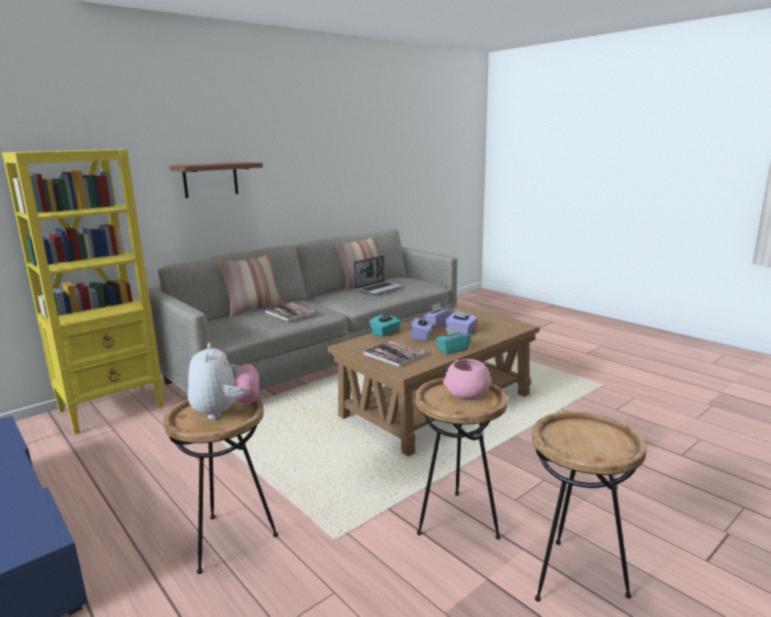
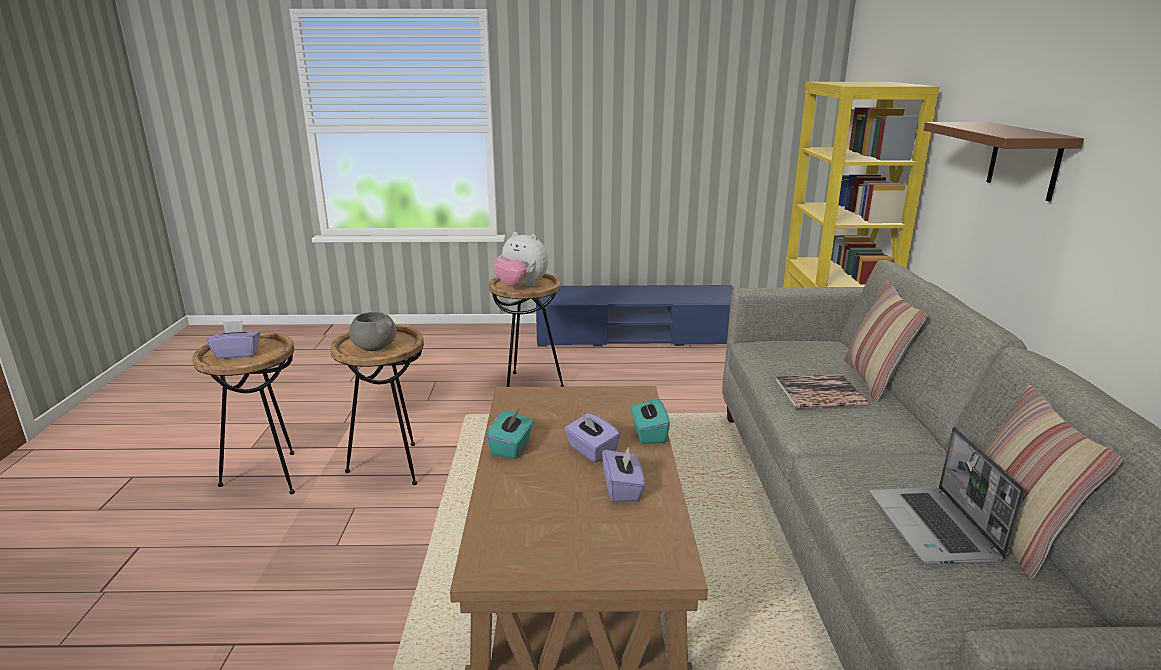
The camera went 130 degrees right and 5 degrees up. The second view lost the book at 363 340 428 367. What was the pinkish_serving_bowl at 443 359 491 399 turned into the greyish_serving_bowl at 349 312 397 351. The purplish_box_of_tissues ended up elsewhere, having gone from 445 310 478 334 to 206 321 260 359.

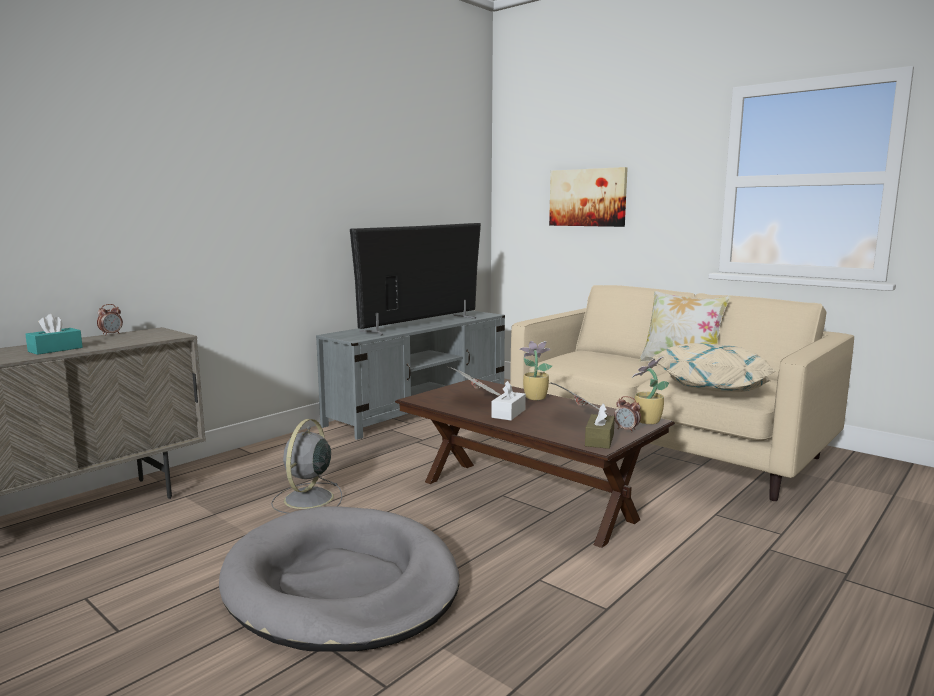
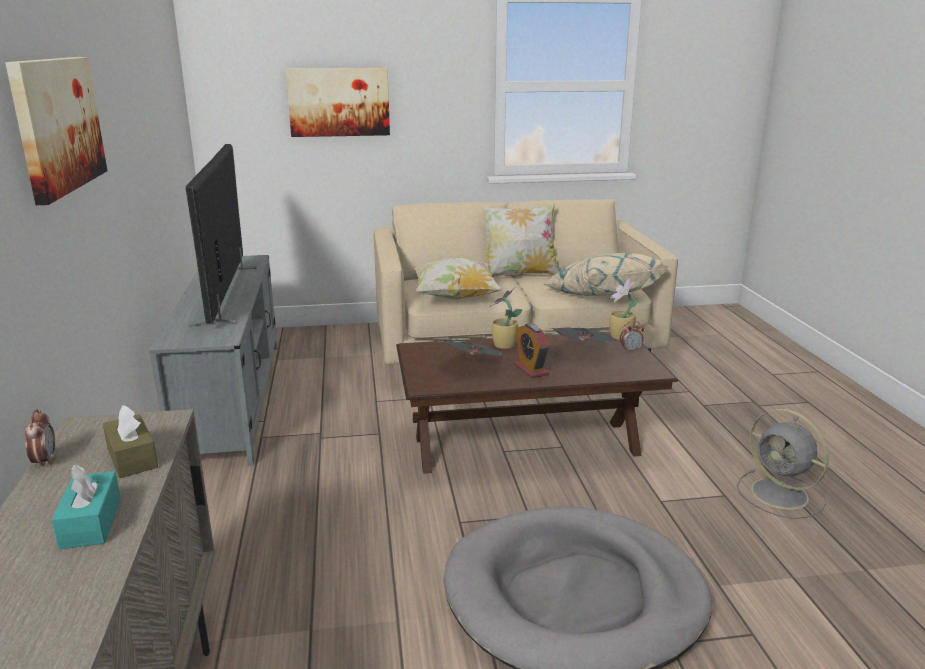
The camera went 50 degrees left and 10 degrees up. The greyish_fan ended up elsewhere, having gone from 271 419 342 514 to 737 409 829 519. Where the white-coloured_box_of_tissues stood at 491 381 526 421, the bedside_clock came to stand at 514 323 550 378. The brown_box_of_tissues ended up elsewhere, having gone from 585 403 615 449 to 103 405 158 478. The second view gained the wall_picture at 5 57 107 205. The second view gained the throw_pillow at 414 258 502 300.

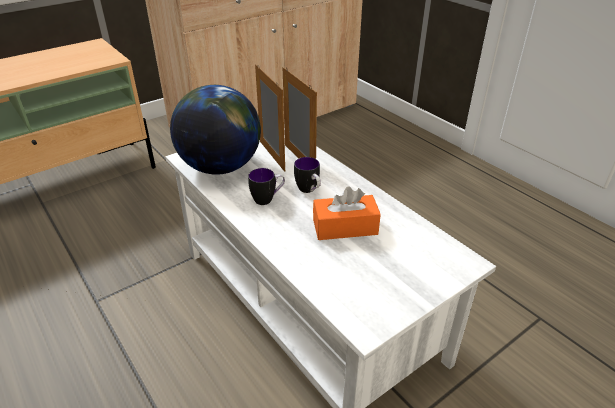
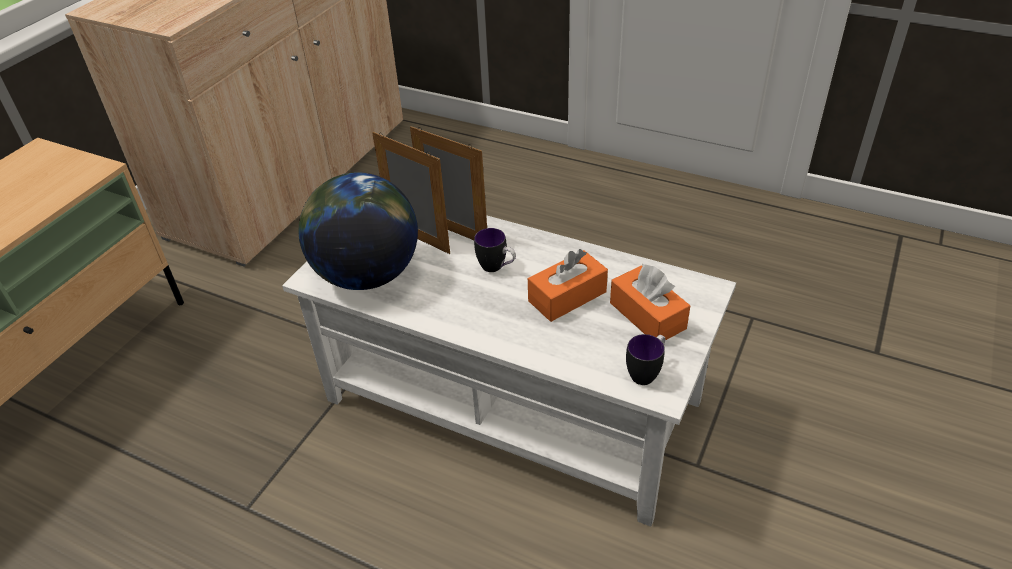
The camera went 25 degrees left and 5 degrees up. The tea_mug ended up elsewhere, having gone from 248 168 285 205 to 626 334 666 385. The second view gained the orange_box_of_tissues at 610 264 690 341.

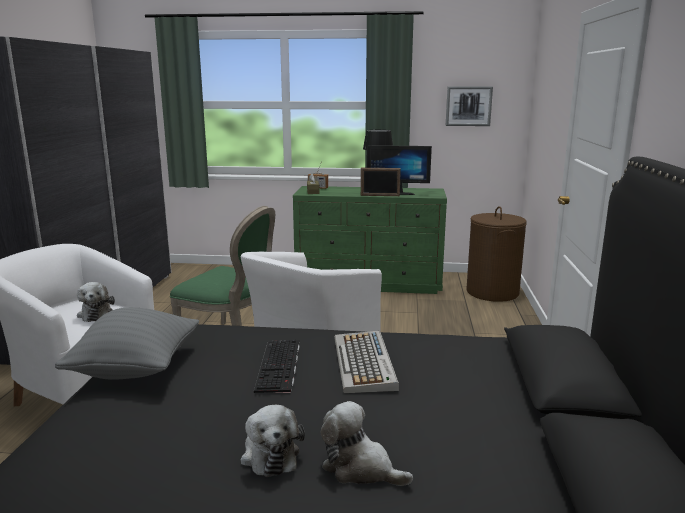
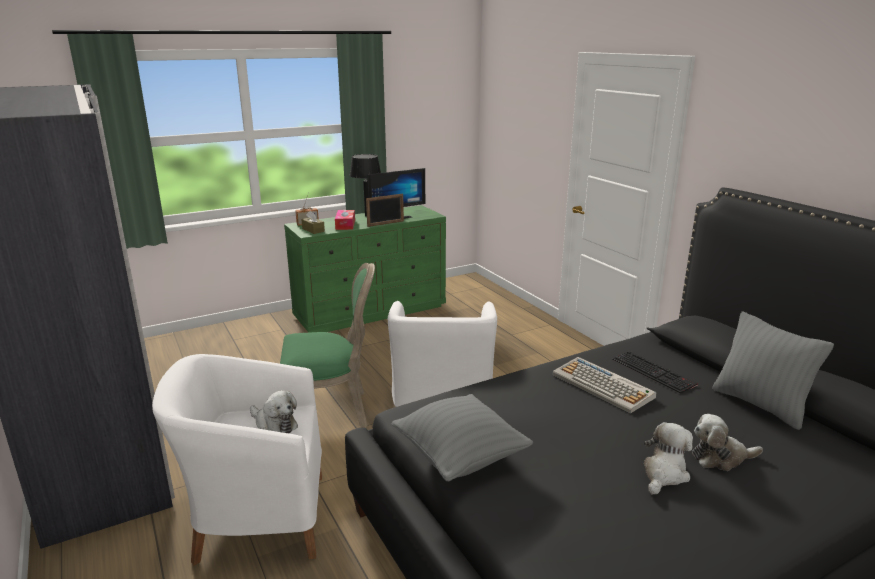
The camera went 35 degrees left and 5 degrees up. The plush_toy at 240 405 305 477 ended up facing another way, 90 degrees counterclockwise from before. The keyboard ended up elsewhere, having gone from 254 340 300 393 to 612 351 698 394. The second view lost the wall_picture at 446 86 493 126. The second view lost the brown_hamper at 466 206 527 302. The second view gained the box_of_tissues at 335 210 355 230. The second view gained the greyish_throw_pillow at 712 311 834 430.

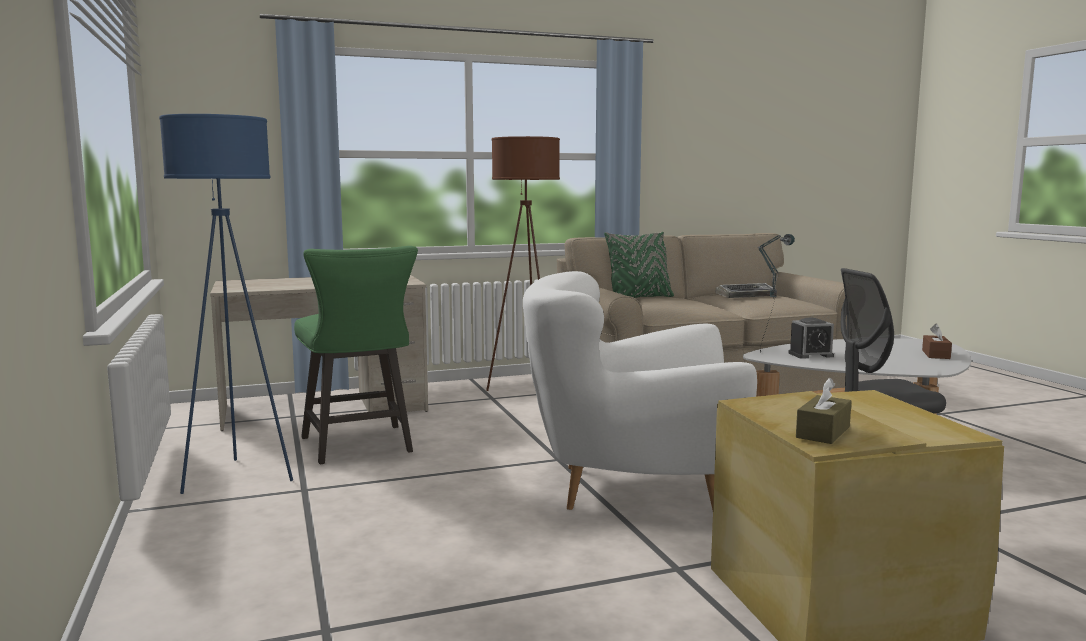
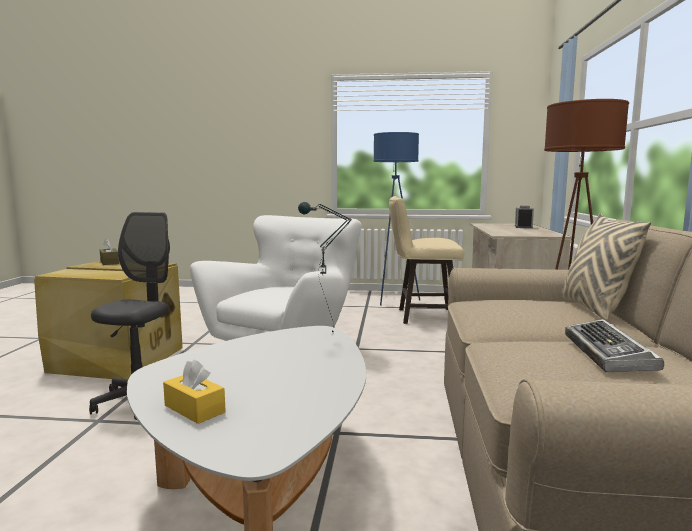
The camera went 115 degrees right and 0 degrees up. What was the green_stool_seat at 294 246 418 464 turned into the sand-coloured_stool_seat at 389 196 464 324. What was the green_throw_pillow at 604 232 674 298 turned into the sand-coloured_throw_pillow at 562 213 651 321. The bedside_clock ended up elsewhere, having gone from 788 317 834 359 to 515 206 534 228. What was the brown_box_of_tissues at 922 323 952 359 turned into the yellow_box_of_tissues at 163 359 226 424.

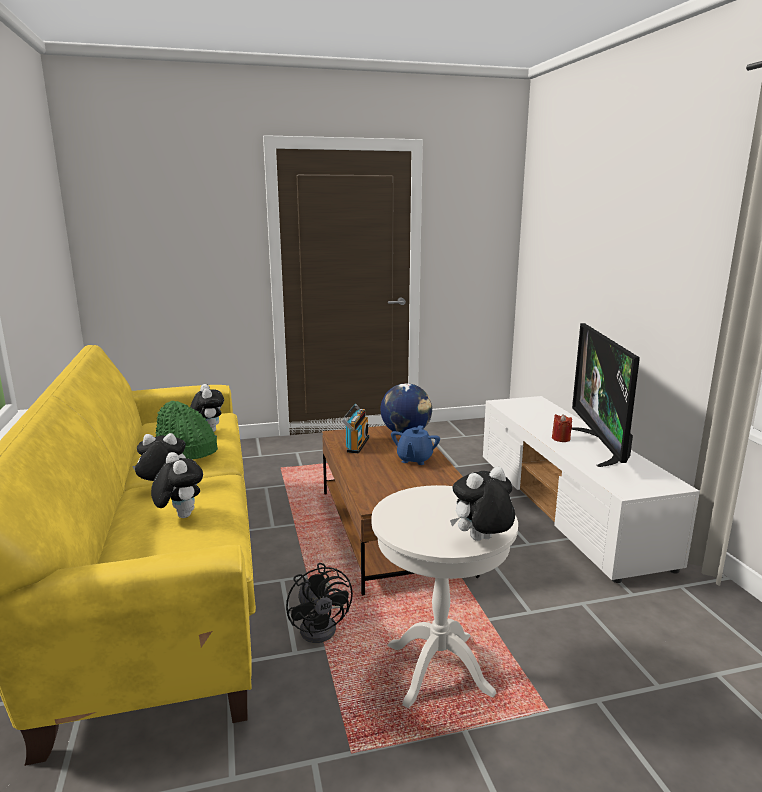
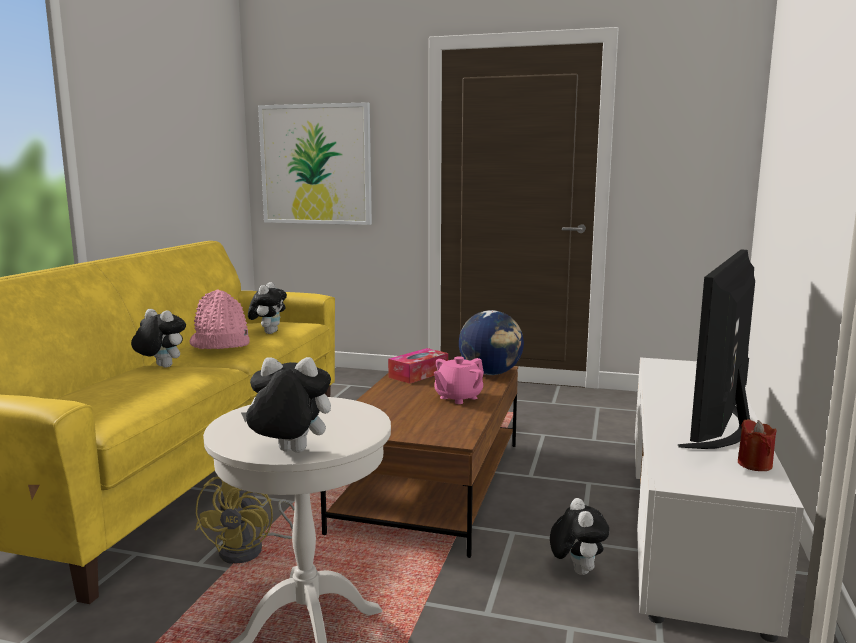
The camera went 30 degrees right and 5 degrees down. The plush_toy ended up elsewhere, having gone from 151 452 203 518 to 550 498 610 575. What was the green_clothing_hat at 156 401 218 460 turned into the pinkish_clothing_hat at 190 289 250 349. What was the black-coloured_fan at 286 563 353 643 turned into the yellow_fan at 195 476 294 564. Where the radio_receiver stood at 341 404 369 453, the box_of_tissues came to stand at 388 348 448 384. What was the blue-coloured_pot_for_tea at 391 425 440 465 turned into the pinkish_pot_for_tea at 434 356 484 404. The red_wax_candle ended up elsewhere, having gone from 552 414 572 442 to 738 419 776 471. The second view gained the wall_picture at 258 102 372 225.

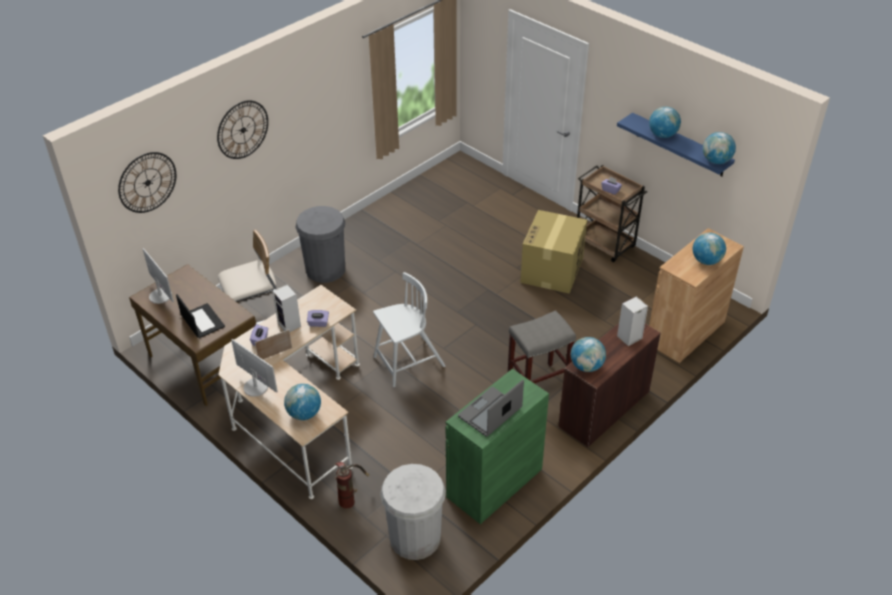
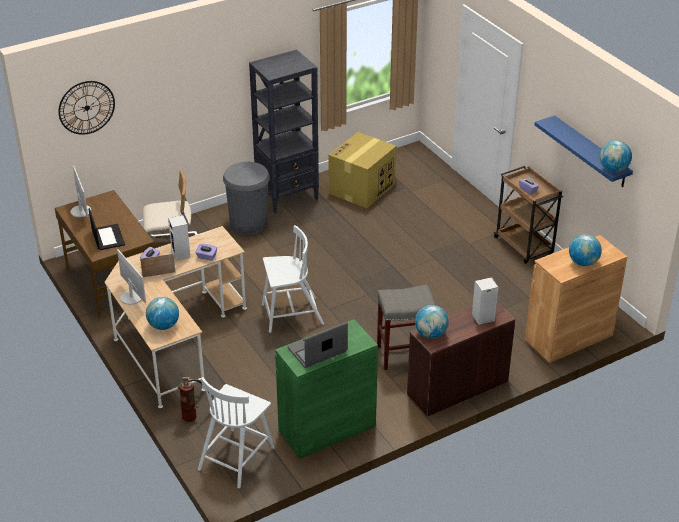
The camera went 15 degrees right and 5 degrees down. The second view lost the wall_clock at 217 100 268 159. Where the white-coloured_waste_bin stood at 380 464 446 560, the white-coloured_upright_chair came to stand at 198 377 275 488. The cardboard_box ended up elsewhere, having gone from 520 210 587 294 to 328 132 396 208. The second view lost the desk_globe at 649 107 681 138. The second view gained the black-coloured_bookcase at 249 50 319 214.

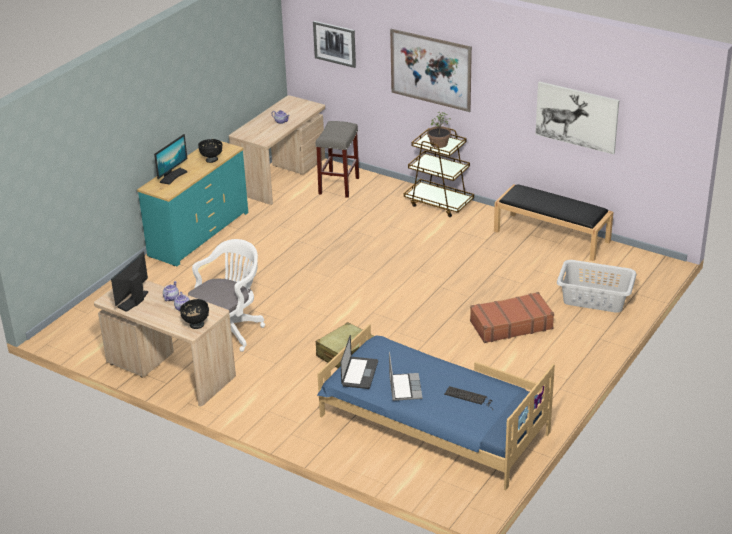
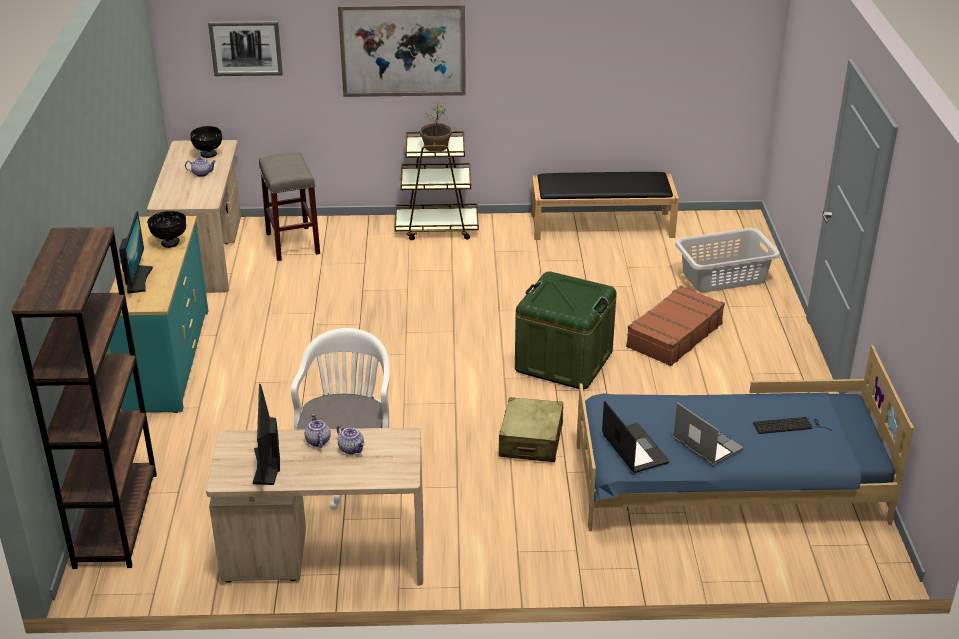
The camera went 35 degrees left and 0 degrees up. The black-coloured_serving_bowl ended up elsewhere, having gone from 180 299 209 329 to 190 126 222 158. The second view lost the wall_picture at 535 81 619 154. The second view gained the brown_bookcase at 11 227 157 569. The second view gained the green_storage_bin at 515 271 617 390.

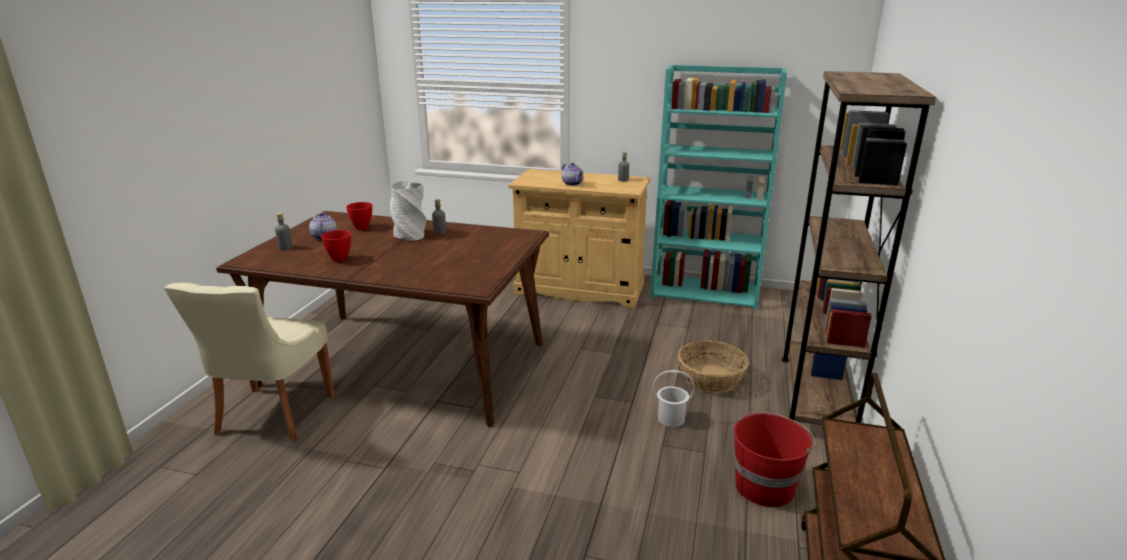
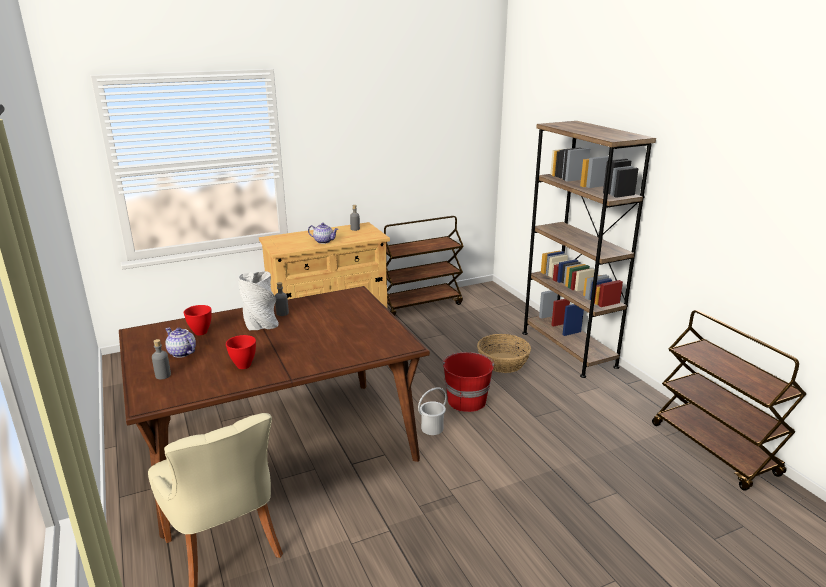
The camera went 40 degrees left and 0 degrees up. Where the turquoise-coloured_bookcase stood at 650 65 787 310, the brown_trolley came to stand at 384 216 464 316. The white-coloured_pail ended up elsewhere, having gone from 653 370 695 427 to 418 387 447 435. The red_pail ended up elsewhere, having gone from 733 412 816 507 to 442 352 494 412.

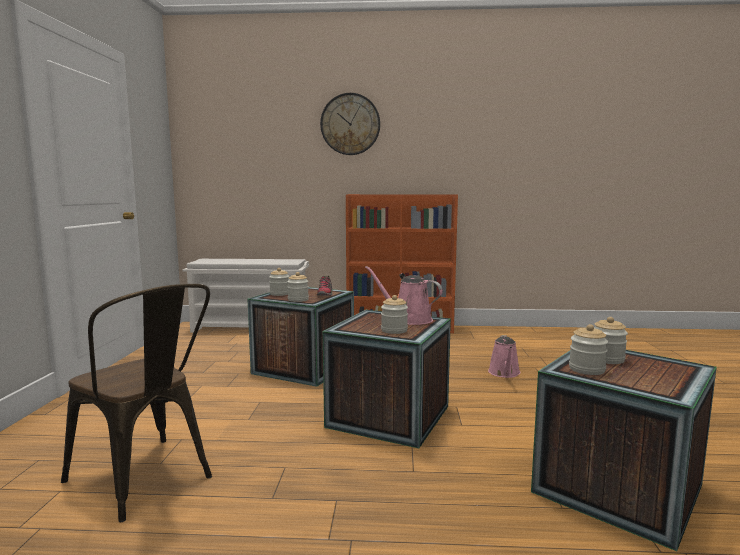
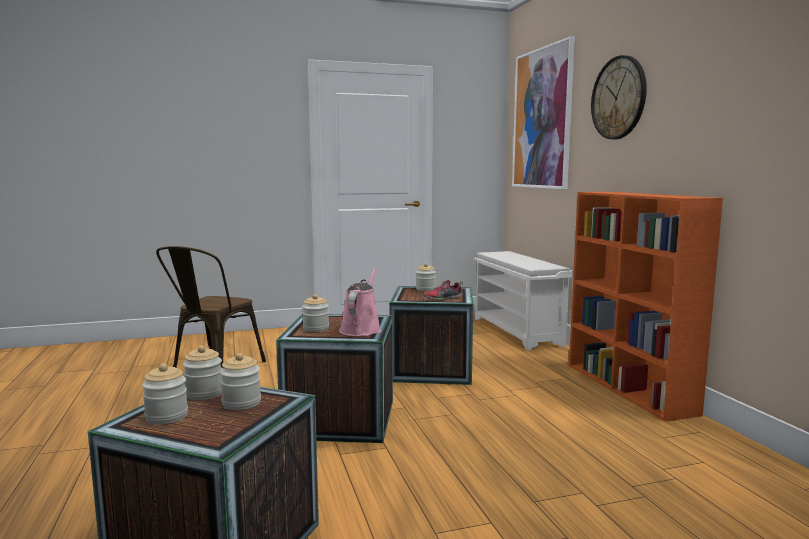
The camera went 70 degrees right and 0 degrees up. The storage_jar ended up elsewhere, having gone from 287 272 309 302 to 142 364 188 424. The second view lost the pinkish_watering_pot at 488 335 521 378. The second view gained the wall_picture at 512 36 575 189.

